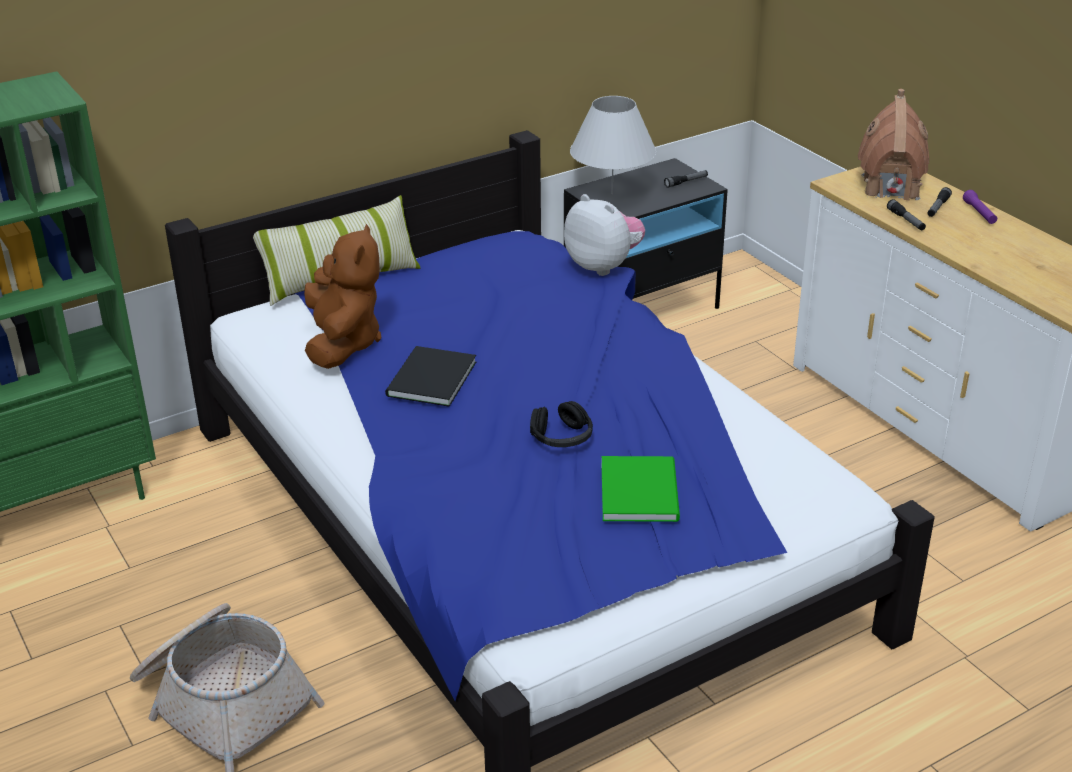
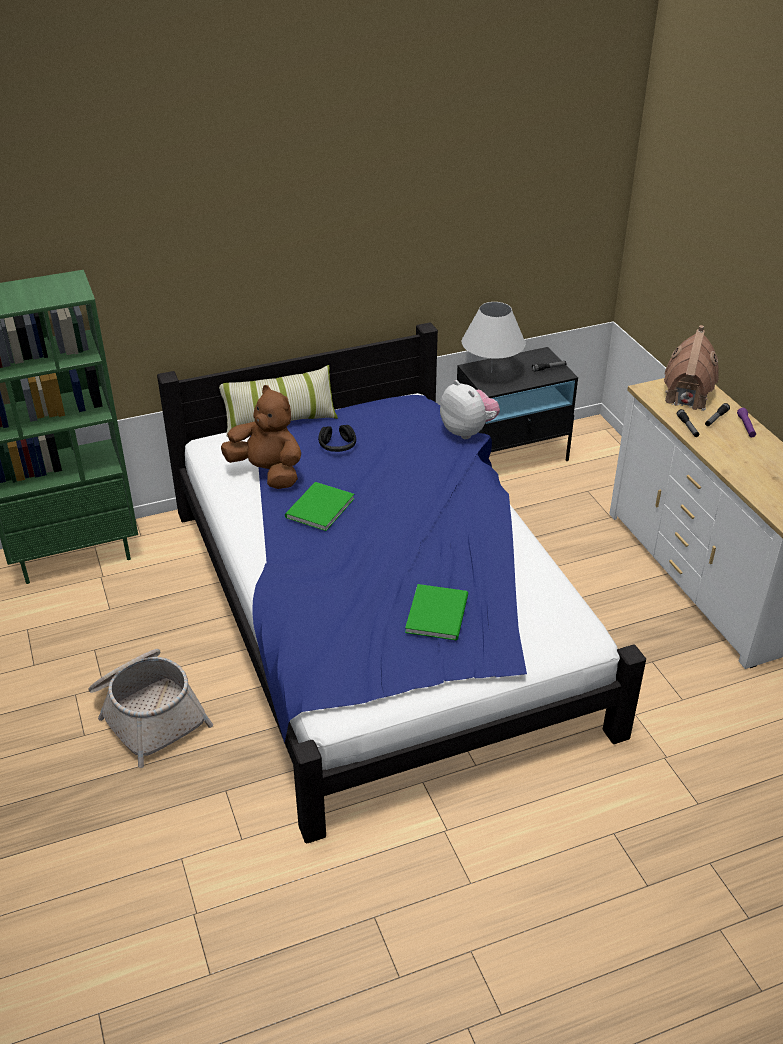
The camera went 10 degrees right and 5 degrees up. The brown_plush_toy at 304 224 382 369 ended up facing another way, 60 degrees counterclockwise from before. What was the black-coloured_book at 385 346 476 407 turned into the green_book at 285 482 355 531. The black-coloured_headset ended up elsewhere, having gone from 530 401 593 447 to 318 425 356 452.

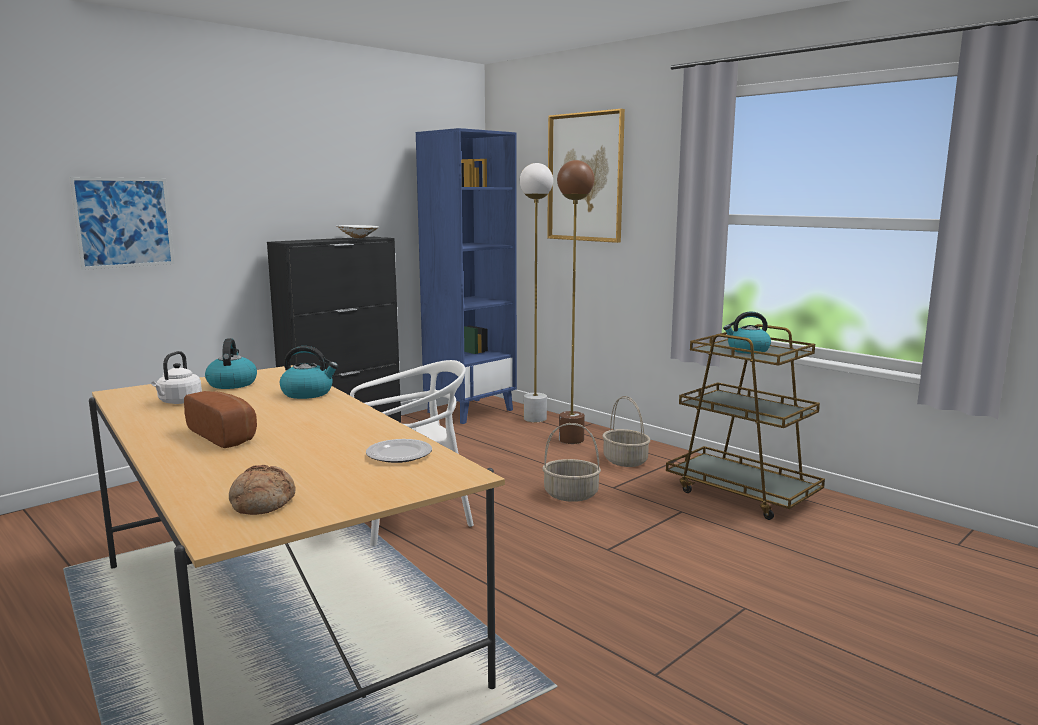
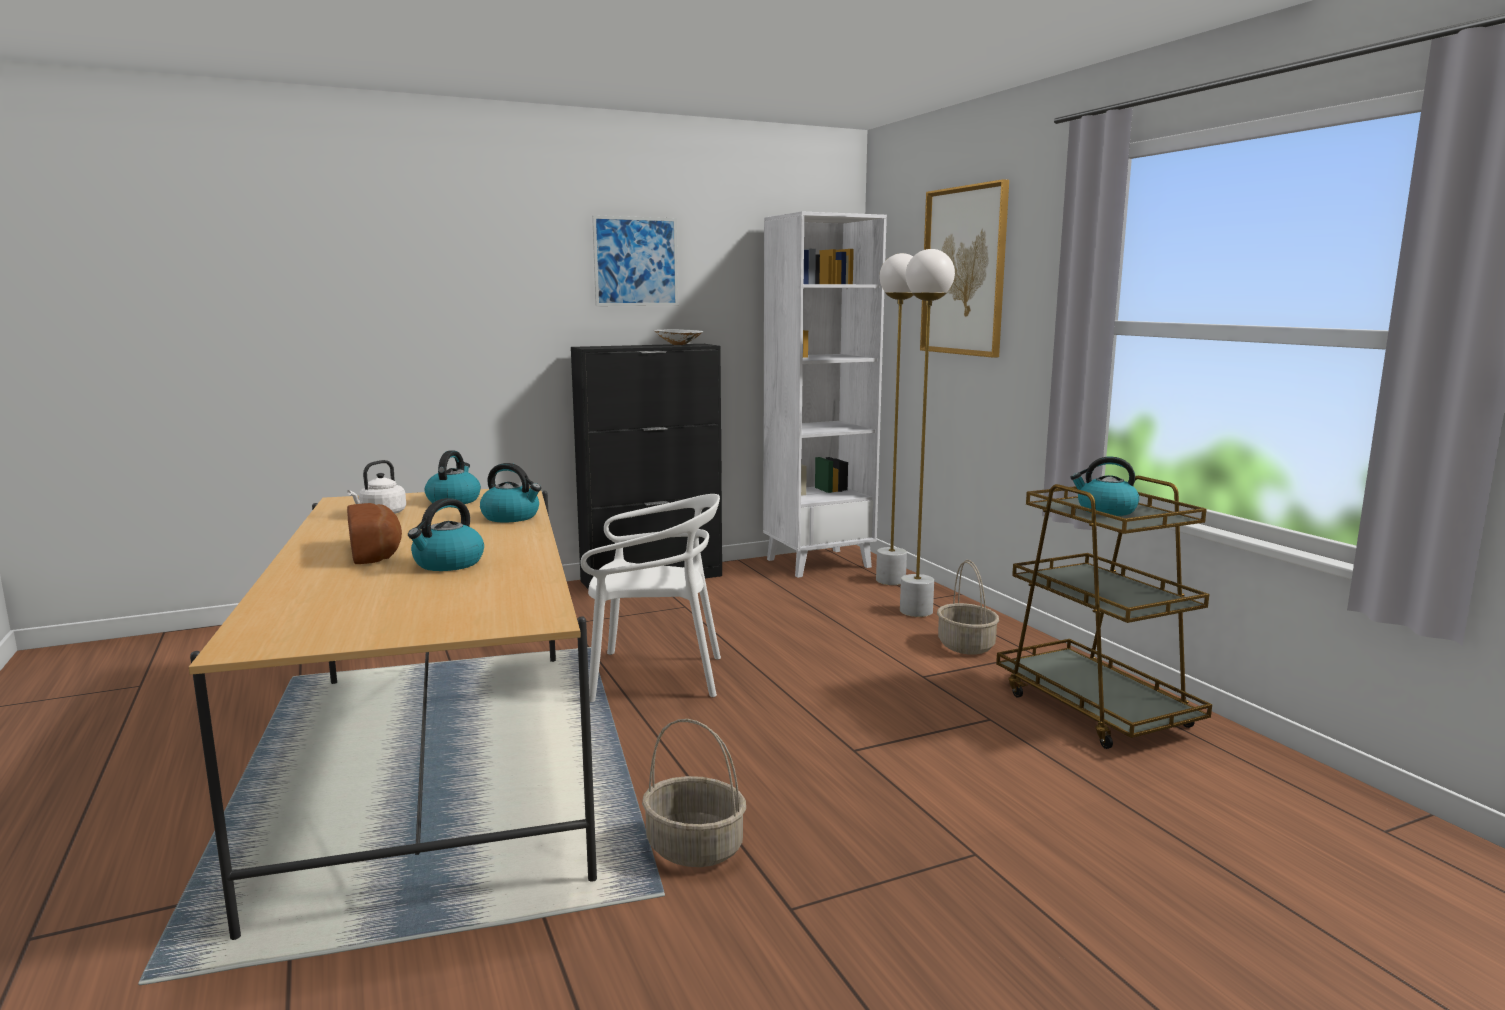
The camera went 20 degrees right and 0 degrees up. The wall_picture ended up elsewhere, having gone from 69 177 174 270 to 592 215 678 306. The second view lost the bakery_bread at 229 465 295 515. The second view lost the dinner_plate at 366 439 432 463. What was the blue-coloured_bookcase at 416 128 517 424 turned into the white-coloured_bookcase at 763 211 887 578. The household_basket ended up elsewhere, having gone from 542 423 601 502 to 642 719 746 867. What was the brown_standing_lamp at 557 160 595 444 turned into the white-coloured_standing_lamp at 900 249 955 617. The second view gained the water_kettle at 408 498 484 571.

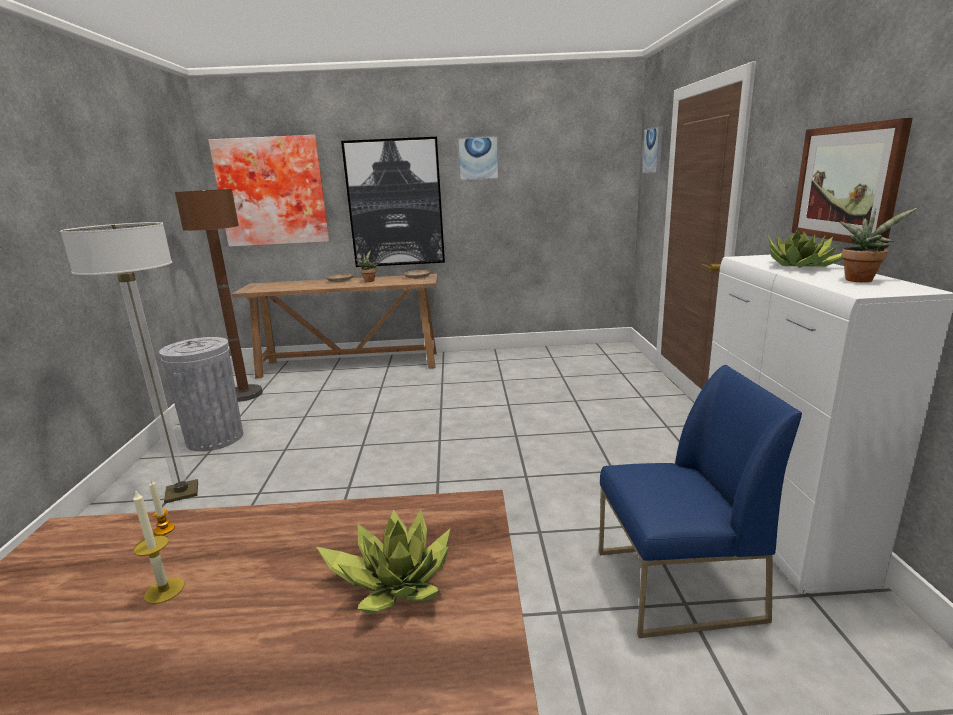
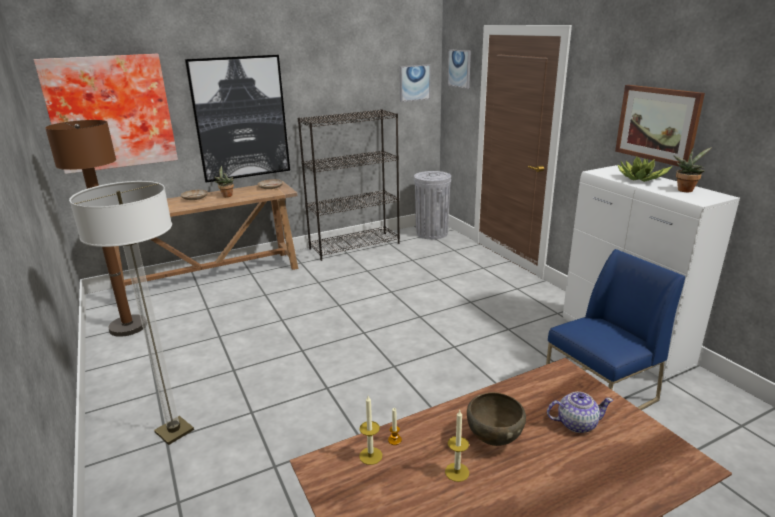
The camera went 25 degrees left and 5 degrees up. The greyish_waste_bin ended up elsewhere, having gone from 159 337 243 452 to 414 171 451 239. Where the houseplant stood at 316 509 450 613, the pot_for_tea came to stand at 547 392 613 433. The wall_picture ended up elsewhere, having gone from 457 136 499 181 to 400 64 431 102. The second view gained the black-coloured_bookcase at 298 109 400 261. The second view gained the wax_candle at 359 396 382 465. The second view gained the brown_serving_bowl at 467 392 526 446.

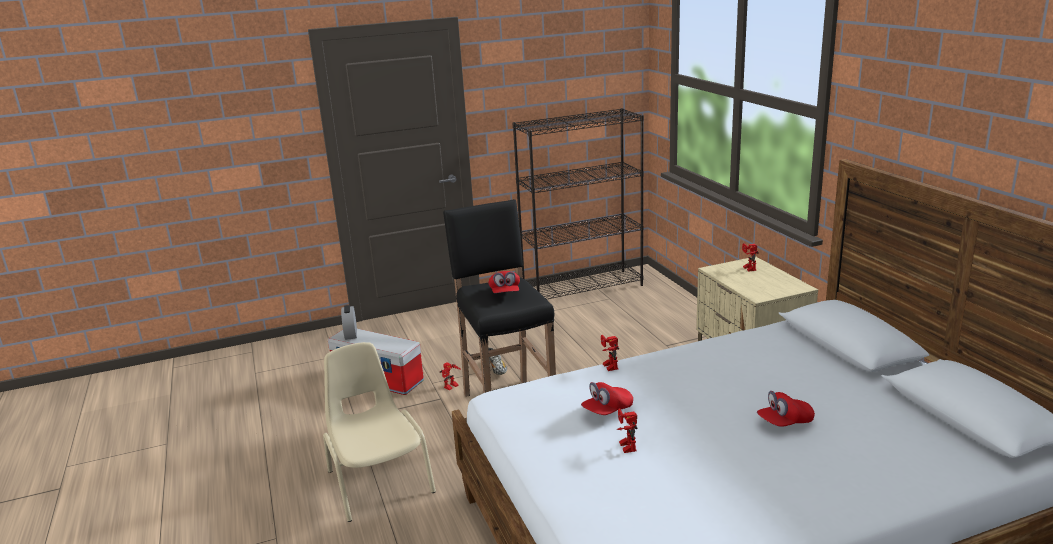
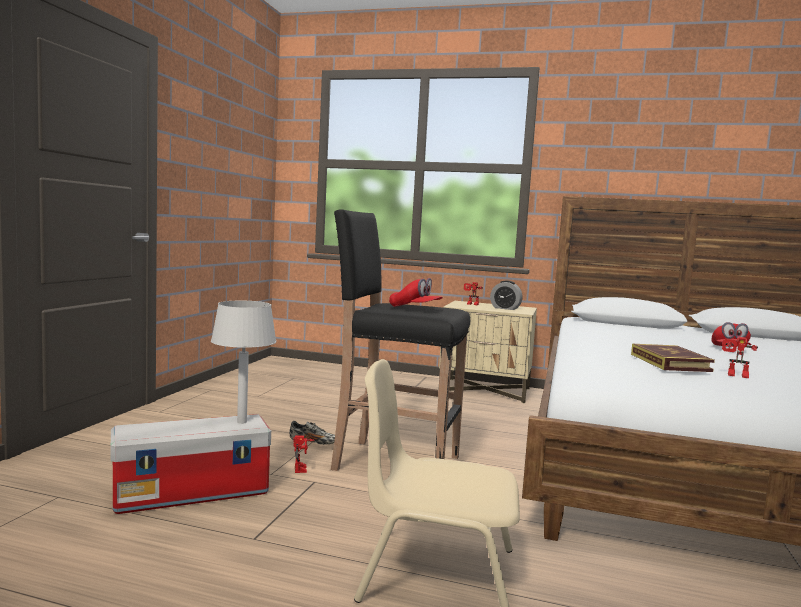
The camera went 55 degrees left and 15 degrees down. The bedside_clock ended up elsewhere, having gone from 341 305 357 340 to 490 280 523 310. The second view lost the black-coloured_bookcase at 513 108 644 299. Where the red_baseball_cap stood at 581 382 633 415, the book came to stand at 631 344 715 372. The second view lost the model_robot at 601 335 619 371. The second view gained the greyish_tabletop_lamp at 211 301 277 424.

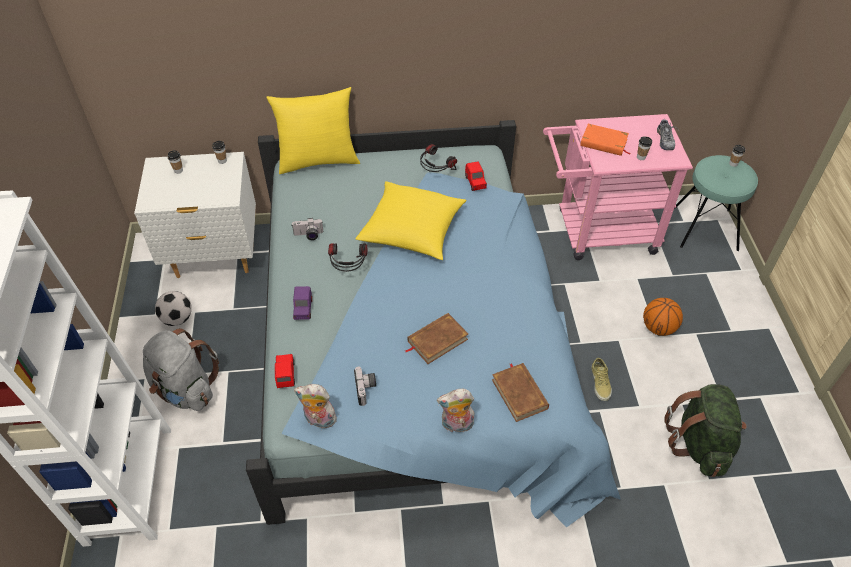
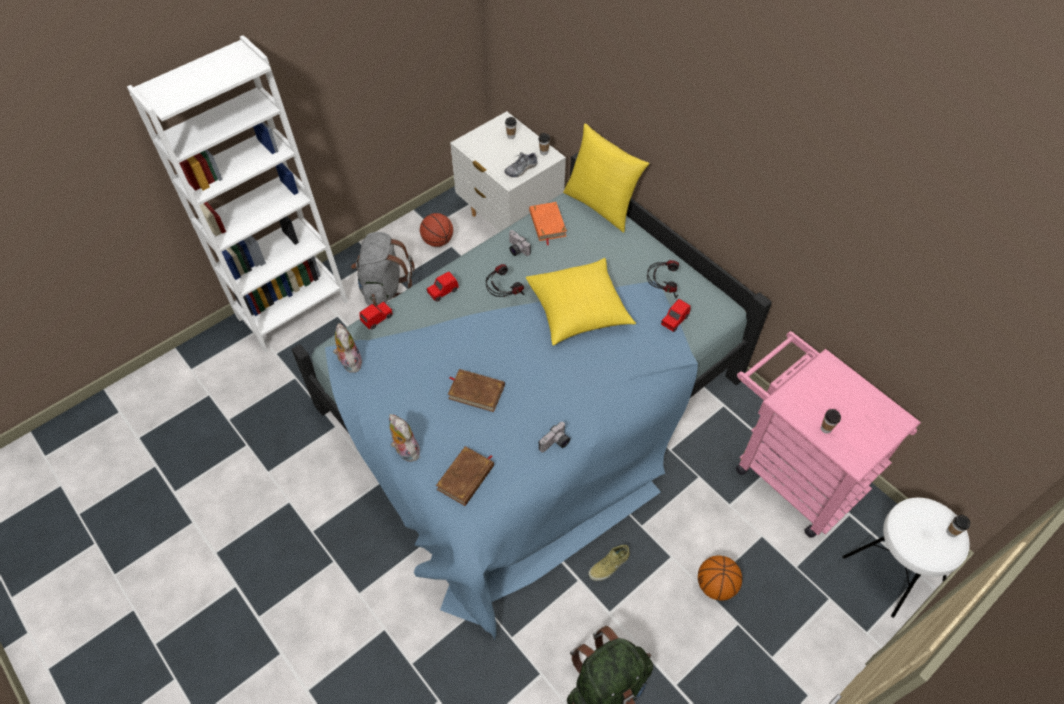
The camera went 55 degrees right and 5 degrees up. Where the football_ball stood at 155 291 192 326, the basketball came to stand at 420 213 453 247. What was the purplish_model_car at 293 286 312 320 turned into the red_model_car at 426 271 459 301. The still_camera ended up elsewhere, having gone from 354 366 376 406 to 538 422 570 452. The orange_book ended up elsewhere, having gone from 580 124 631 156 to 529 202 567 246. The item_of_footwear ended up elsewhere, having gone from 657 118 678 150 to 504 152 538 177. What was the turquoise-coloured_stool_seat at 674 155 758 251 turned into the white-coloured_stool_seat at 842 498 970 618.

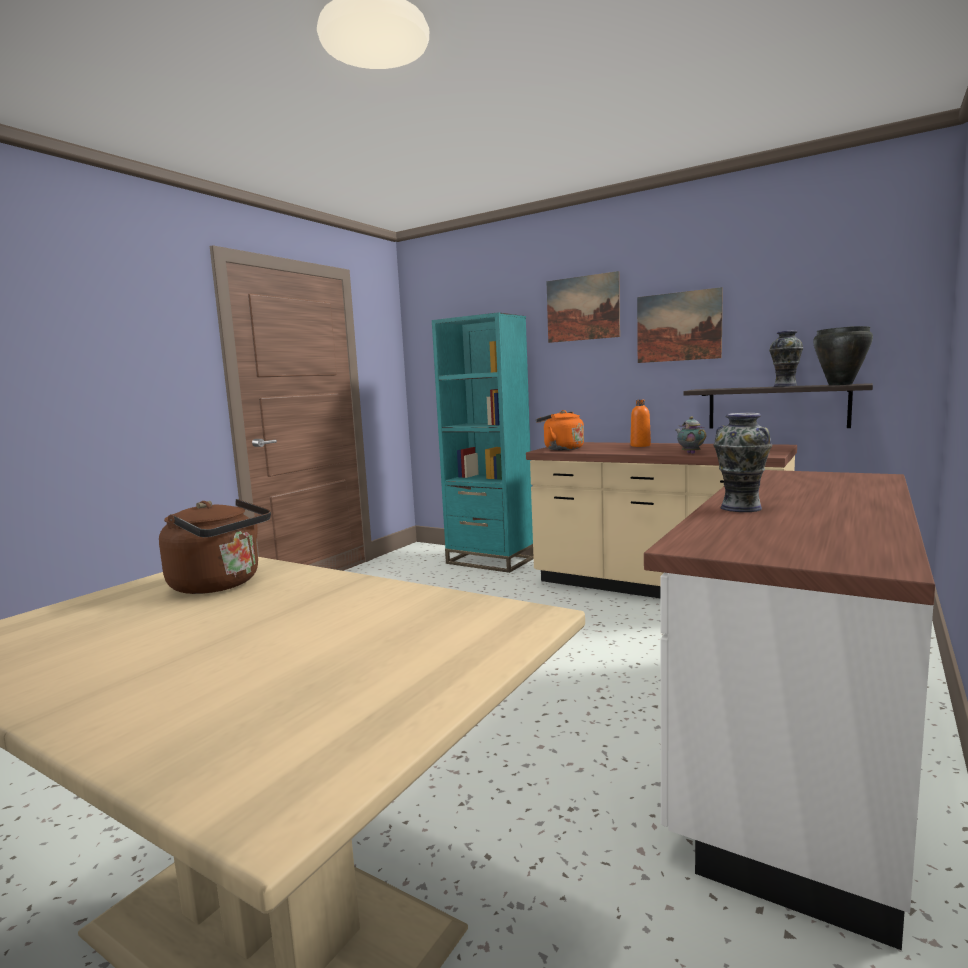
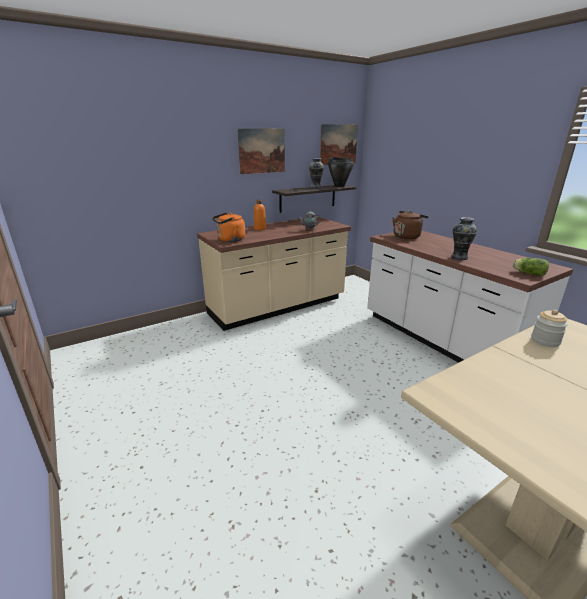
The camera went 65 degrees left and 15 degrees up. The brown_water_kettle ended up elsewhere, having gone from 159 499 271 594 to 392 211 429 239. The second view lost the turquoise-coloured_bookcase at 432 312 534 573. The wall_picture ended up elsewhere, having gone from 546 271 620 343 to 320 124 358 165. The second view gained the head_of_lettuce at 513 258 549 276. The second view gained the storage_jar at 531 310 568 347.

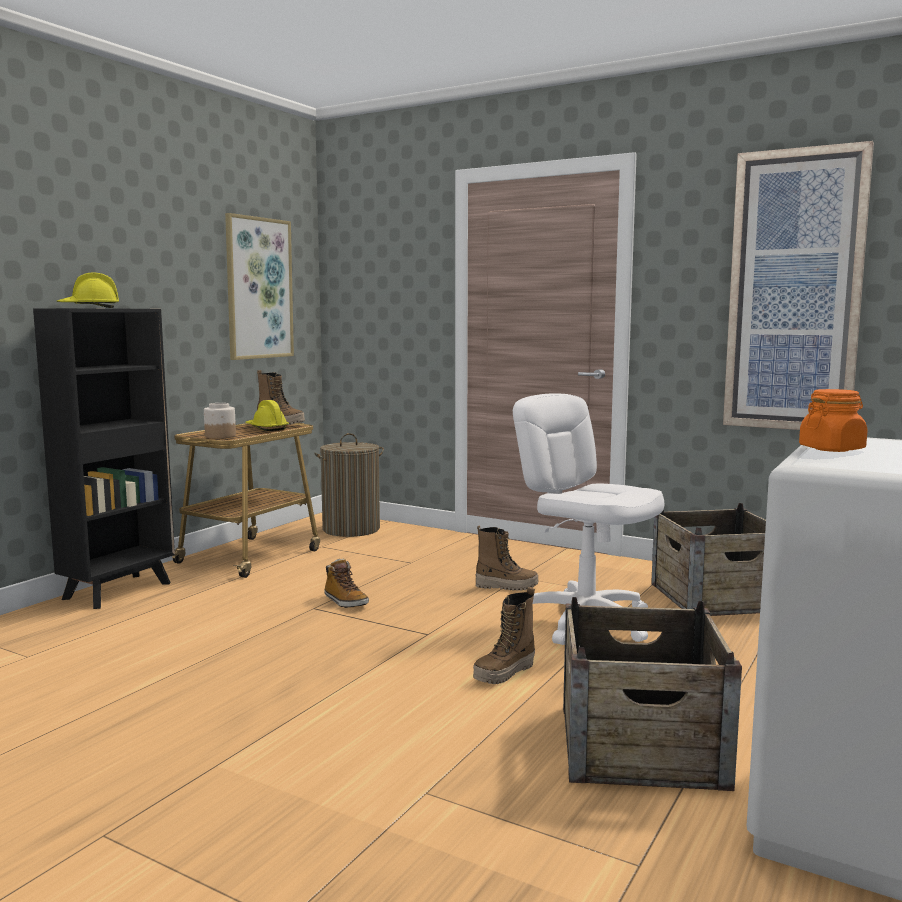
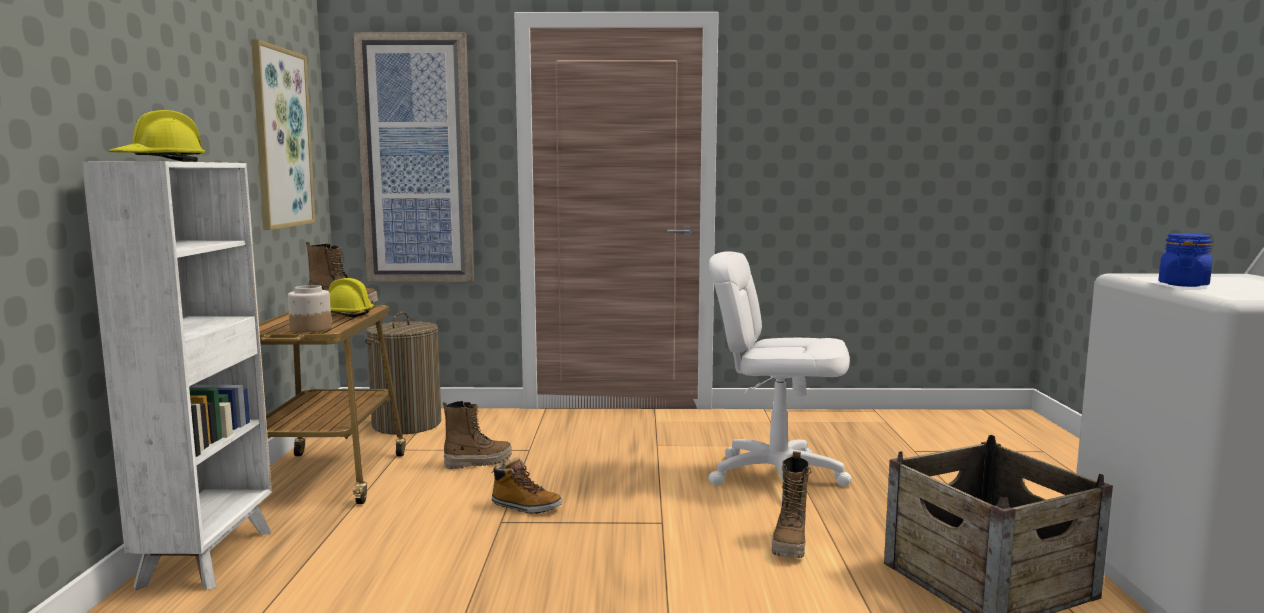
The camera went 30 degrees left and 0 degrees up. What was the black-coloured_bookcase at 33 308 175 609 turned into the white-coloured_bookcase at 82 161 272 590. The high-top_boot ended up elsewhere, having gone from 475 525 538 591 to 443 401 512 469. The second view lost the packing_crate at 651 503 766 616. The wall_picture ended up elsewhere, having gone from 723 141 874 430 to 353 32 474 282. What was the orange_storage_jar at 799 389 868 452 turned into the blue-coloured_storage_jar at 1159 233 1212 287.

